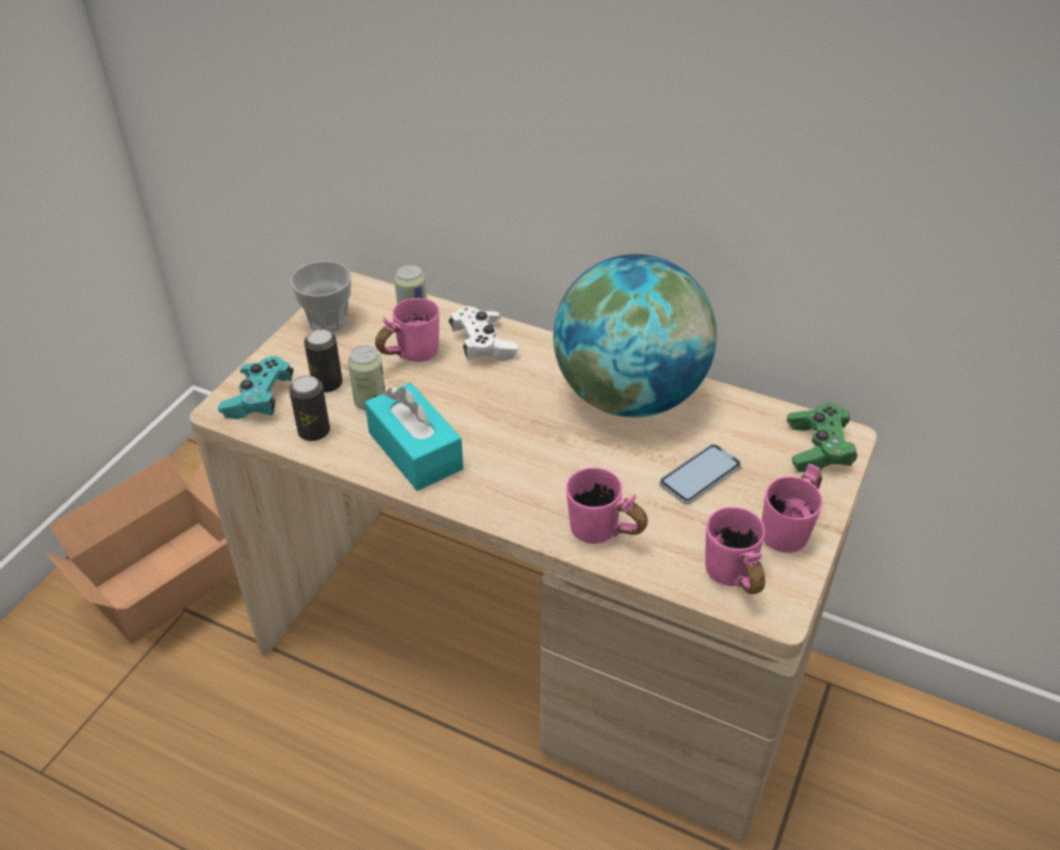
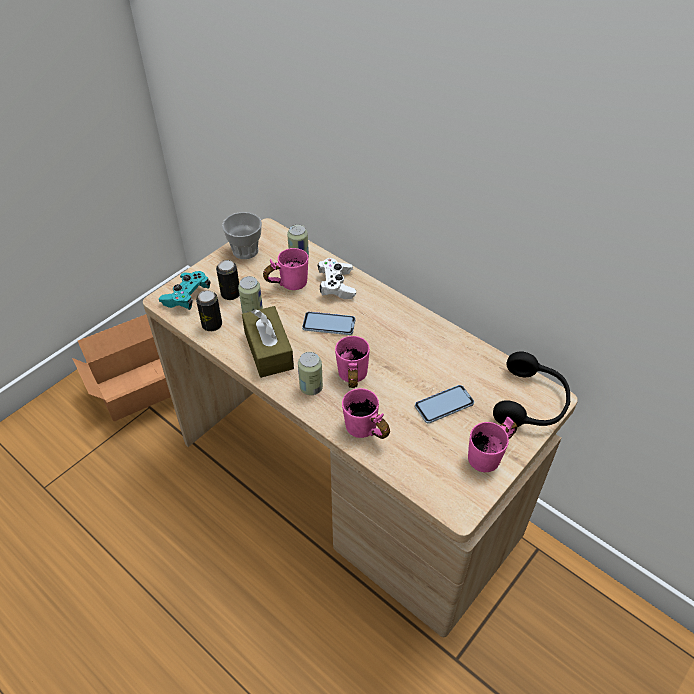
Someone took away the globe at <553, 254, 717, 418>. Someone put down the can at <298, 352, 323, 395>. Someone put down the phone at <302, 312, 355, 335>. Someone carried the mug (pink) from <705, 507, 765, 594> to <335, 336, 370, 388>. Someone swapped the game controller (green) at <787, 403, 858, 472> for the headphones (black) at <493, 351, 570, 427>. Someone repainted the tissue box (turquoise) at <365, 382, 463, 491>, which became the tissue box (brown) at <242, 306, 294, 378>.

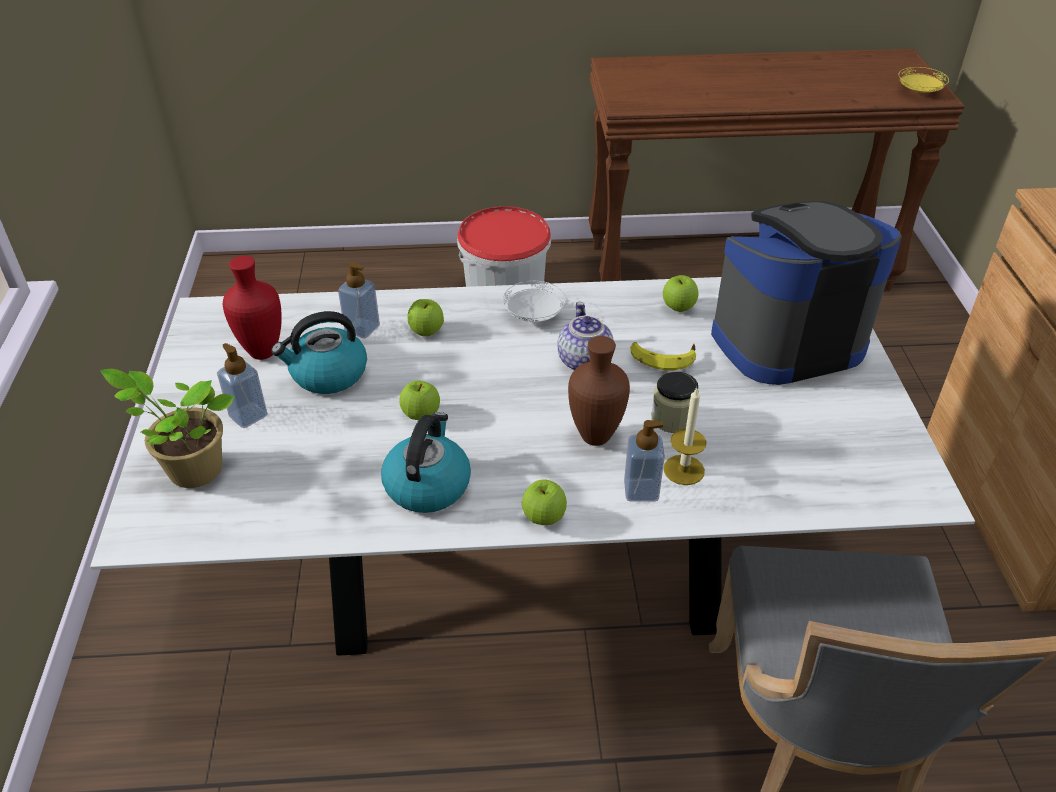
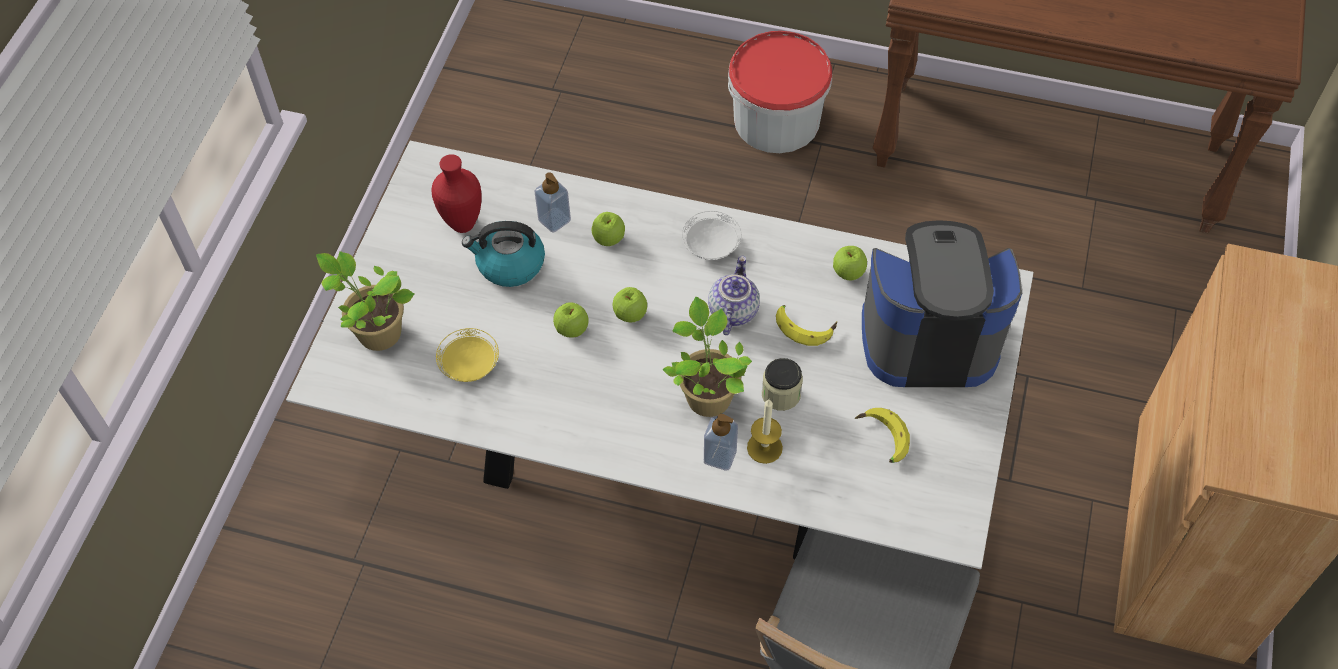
Someone took away the soap dispenser at <217, 343, 268, 428>. Someone took away the kettle at <381, 412, 471, 513>. Someone put down the banana at <855, 408, 910, 463>. Someone carried the apple from <522, 479, 567, 525> to <612, 287, 647, 322>. Someone carried the plate (yellow) from <899, 67, 949, 93> to <436, 328, 499, 382>. Someone swapped the vase (brown) at <568, 336, 630, 446> for the potted plant at <663, 297, 752, 417>.

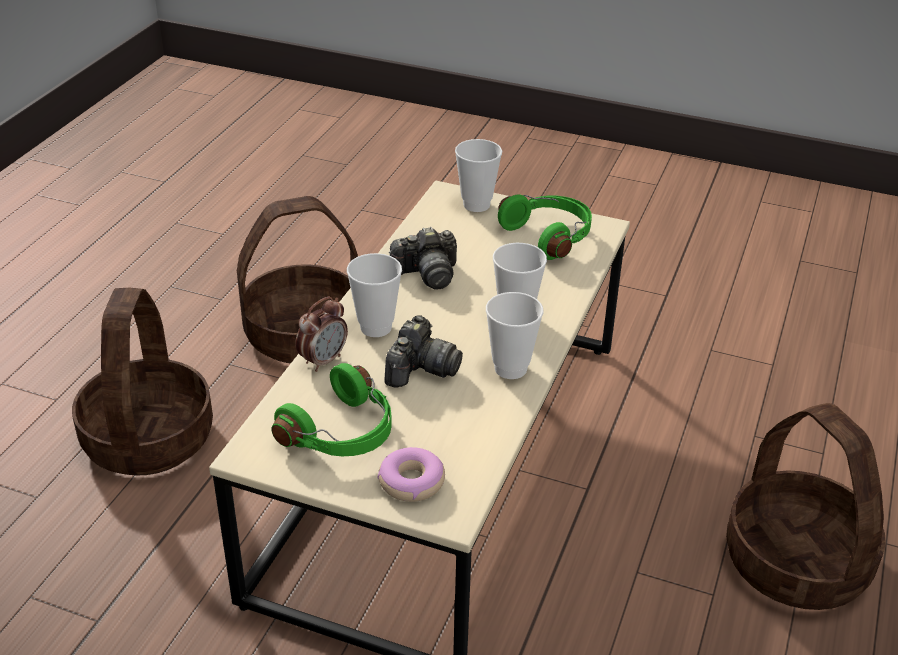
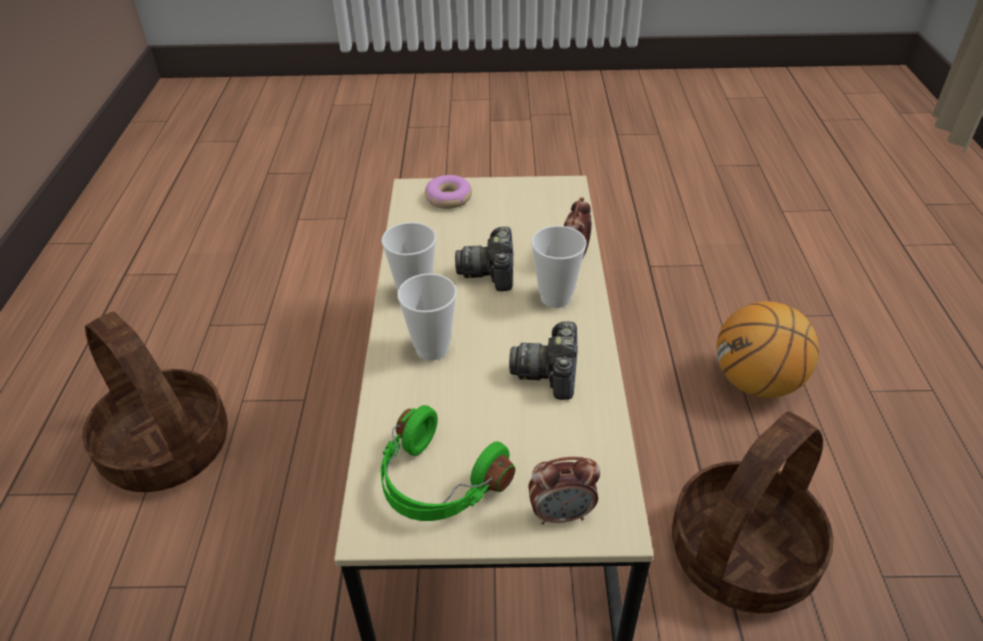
Someone took away the headphones (green) at <271, 363, 392, 456>. Someone swapped the basket at <72, 288, 213, 476> for the basketball at <717, 301, 819, 398>. Someone swapped the cup at <455, 139, 502, 212> for the alarm clock at <528, 457, 600, 525>. Someone rotated the photo camera at <389, 227, 457, 290> by 45 degrees counterclockwise.

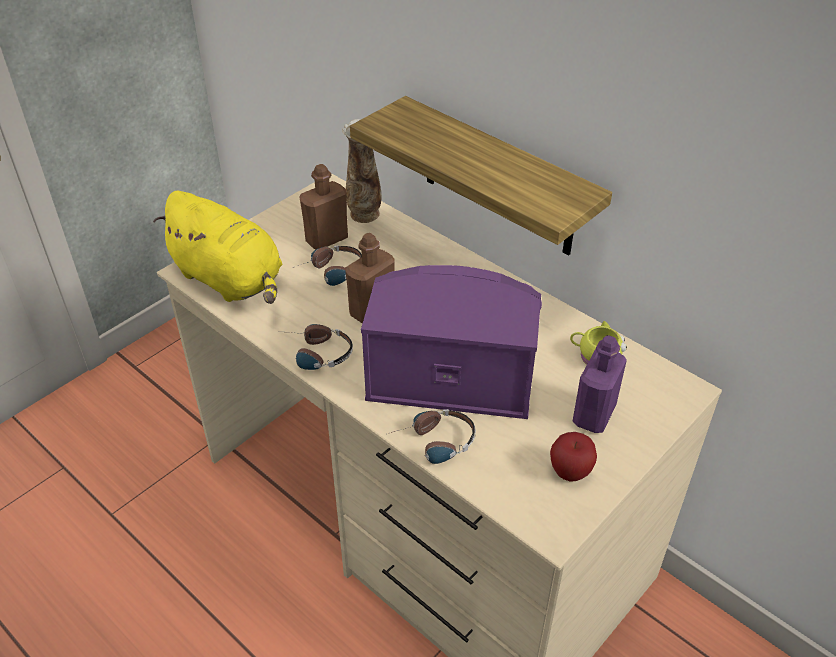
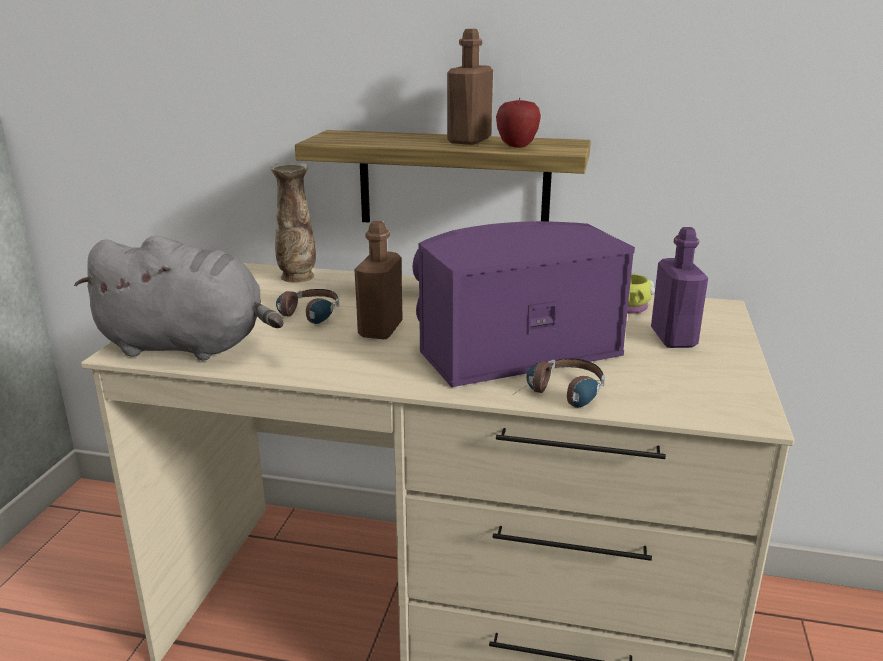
Someone took away the headphones at <290, 324, 353, 370>. Someone carried the bottle (brown) from <300, 164, 348, 249> to <447, 29, 493, 145>. Someone carried the apple from <550, 432, 597, 482> to <496, 97, 541, 148>. Someone repainted the plush toy (yellow) at <153, 191, 282, 304>, which became the plush toy (grey) at <74, 236, 283, 360>.

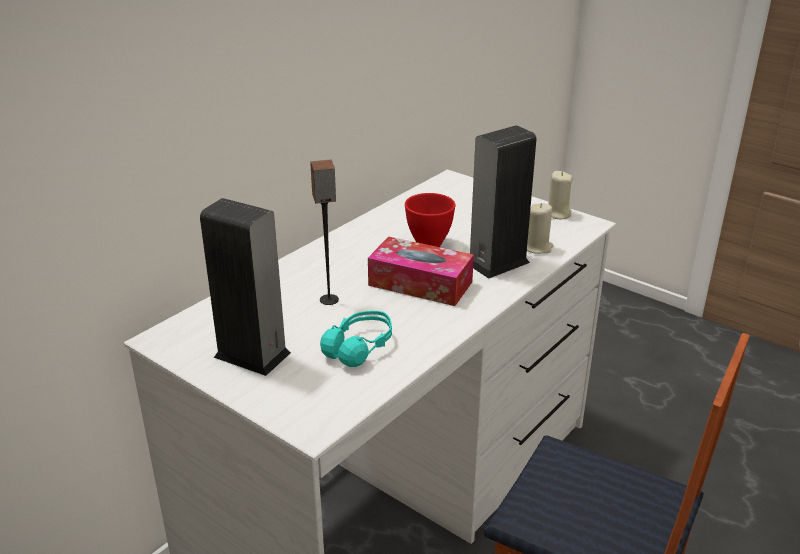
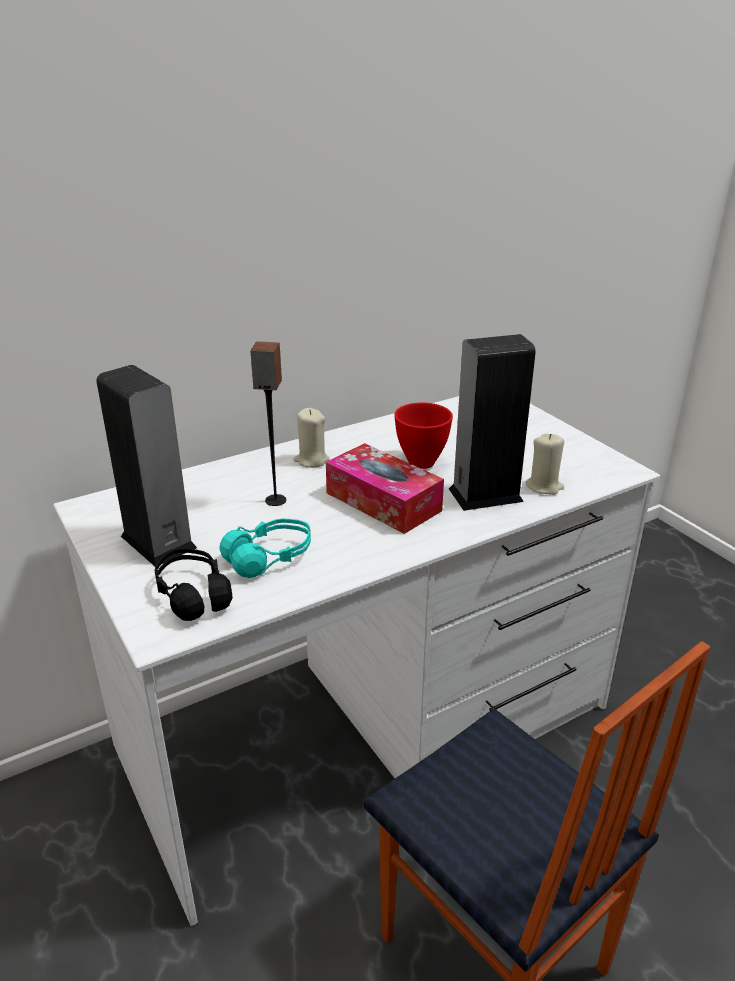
Someone put down the headphones (black) at <155, 548, 232, 621>. Someone carried the candle (beige) from <548, 171, 573, 219> to <293, 408, 330, 468>.

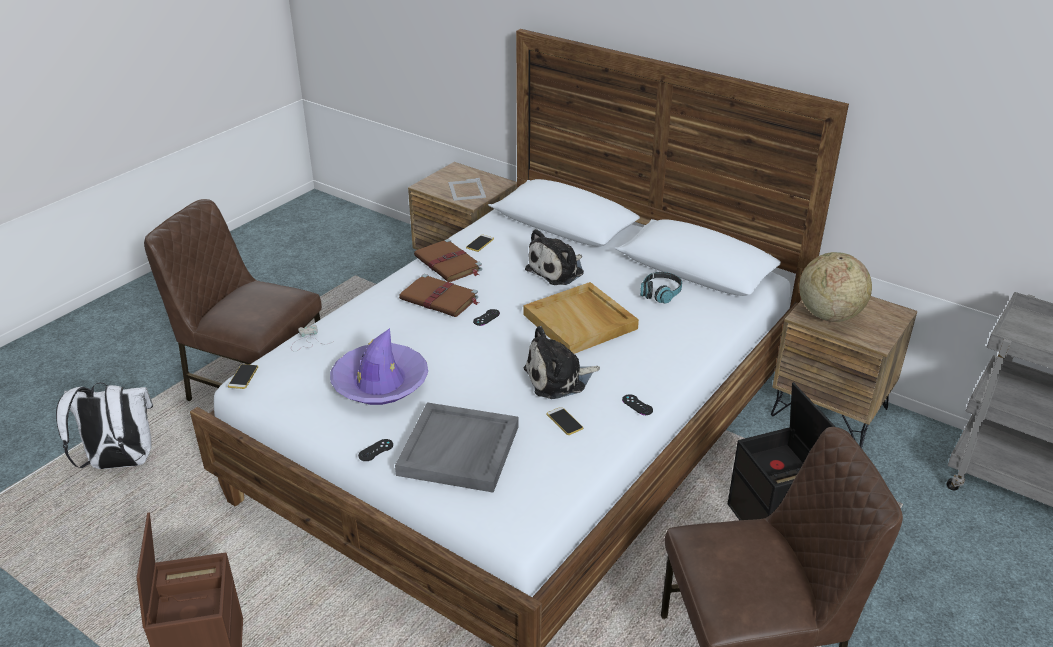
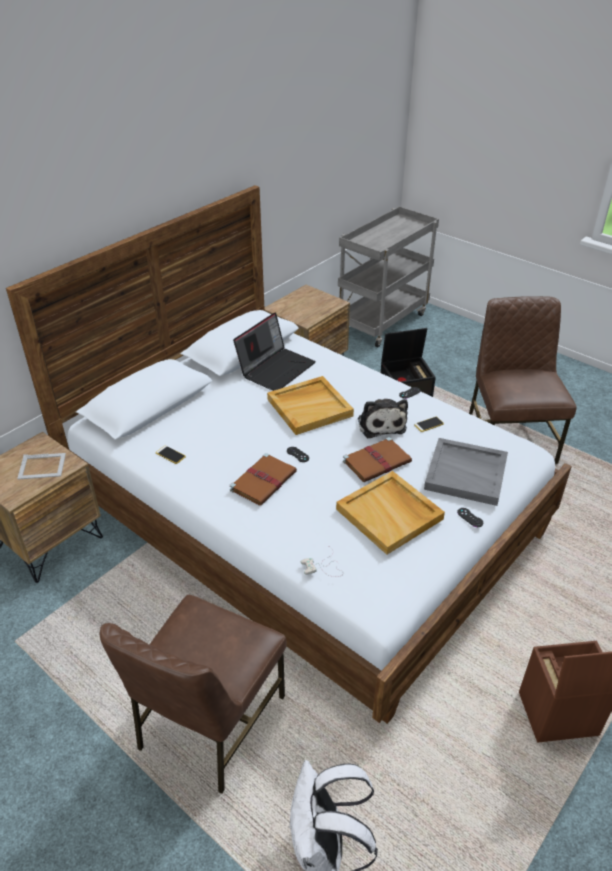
Someone took away the phone at <228, 364, 258, 389>. Someone took away the plush toy at <525, 229, 584, 285>. Someone took away the globe at <799, 252, 872, 322>. Someone carried the book (brown) from <414, 239, 482, 282> to <343, 437, 412, 482>. Someone swapped the hat (purple) at <330, 328, 428, 405> for the tray (beige) at <336, 471, 445, 555>. Someone swapped the headphones at <640, 272, 682, 304> for the laptop at <233, 312, 316, 391>.

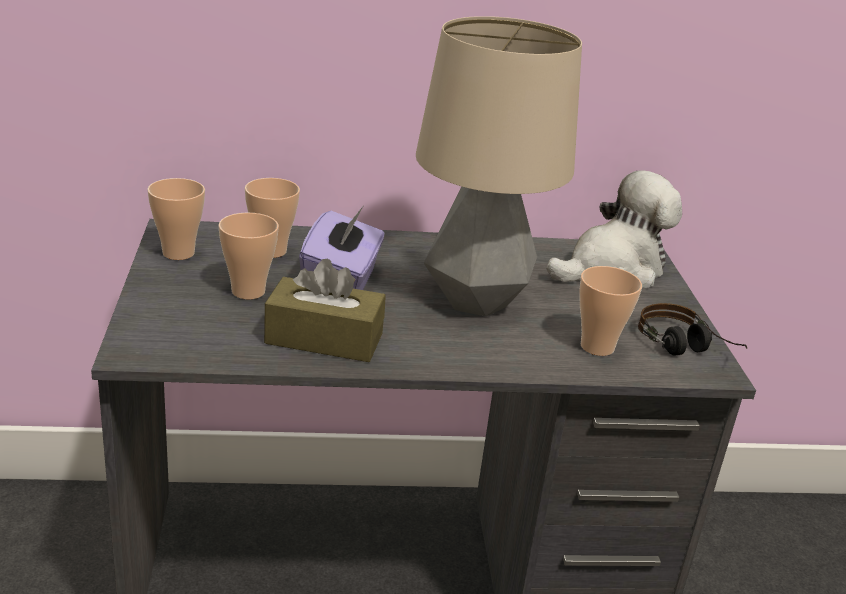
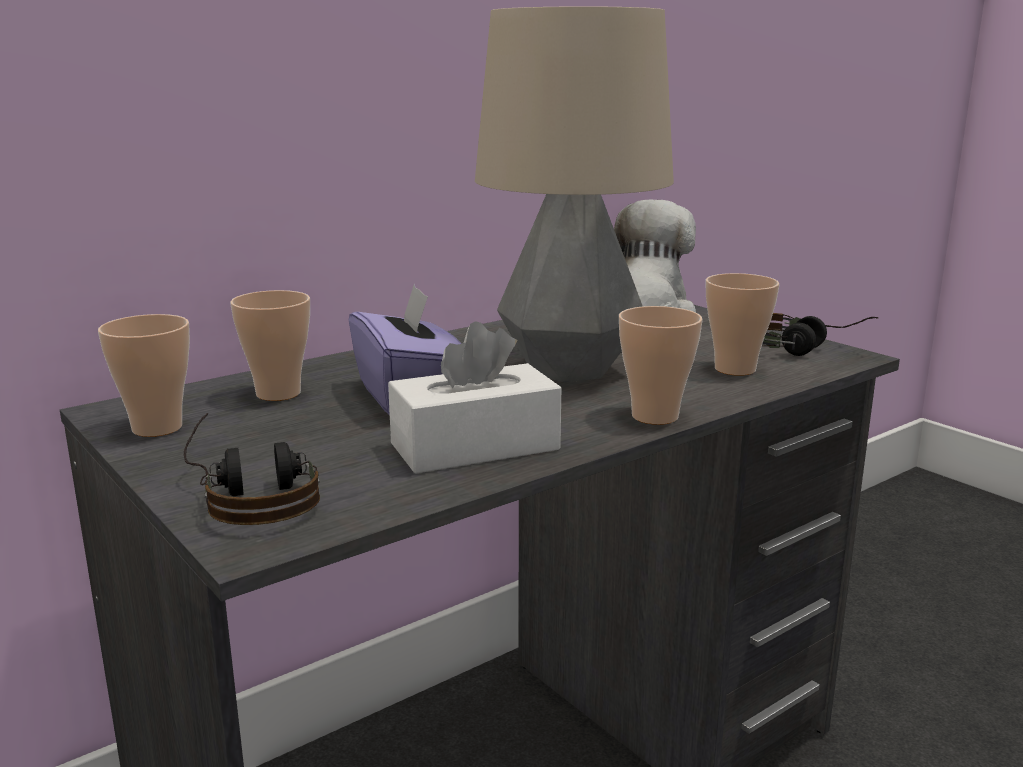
Someone put down the headphones at <184, 413, 320, 525>. Someone carried the cup from <218, 213, 279, 299> to <619, 306, 703, 425>. Someone repainted the tissue box (brown) at <264, 259, 386, 362>, which became the tissue box (white) at <388, 321, 561, 474>.

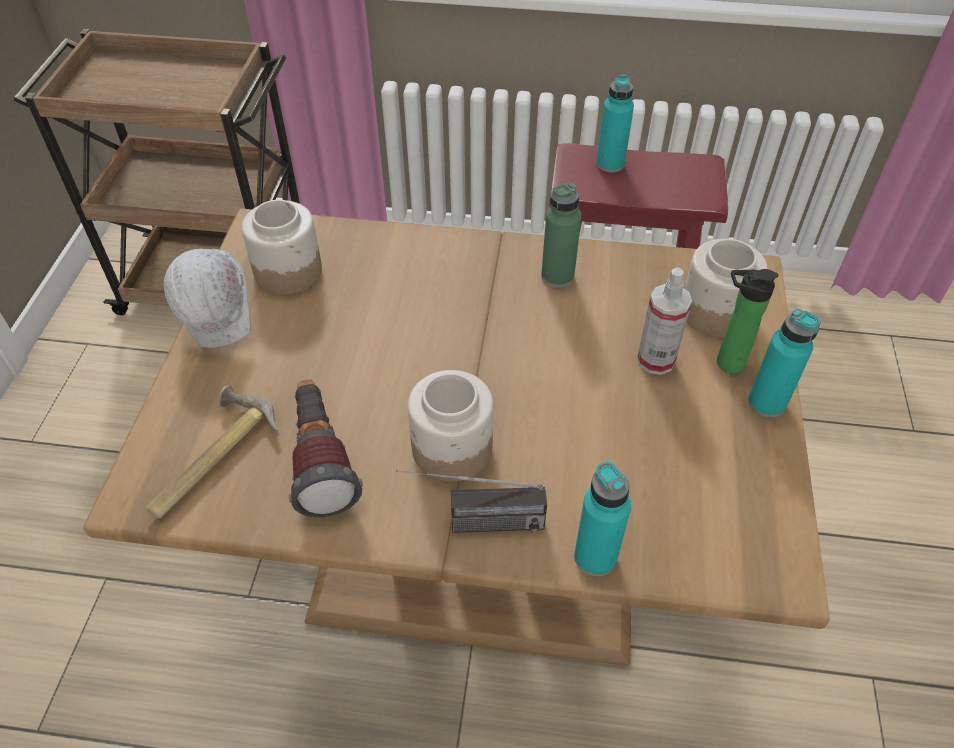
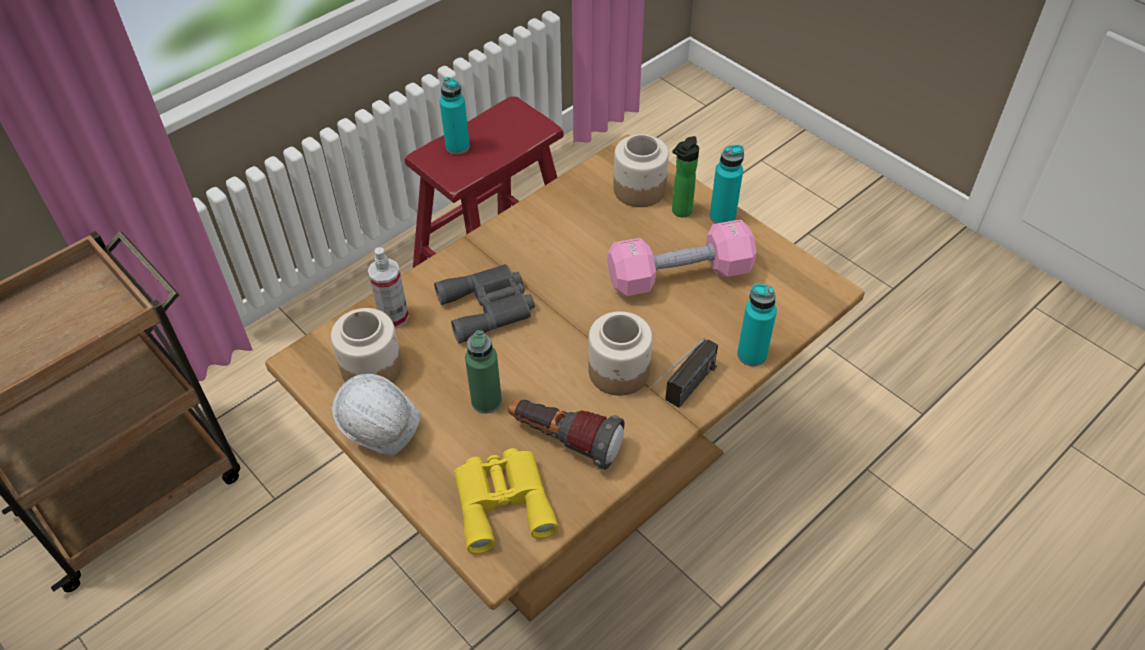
Someone put down the binoculars (grey) at <434, 264, 535, 344>. Someone put down the dumbbell (pink) at <607, 220, 757, 296>. Someone carried the bottle (green) from <541, 182, 581, 288> to <465, 330, 502, 414>. Someone carried the spray bottle from <637, 267, 692, 375> to <368, 247, 409, 328>. Someone swapped the hammer at <146, 385, 279, 519> for the binoculars (yellow) at <454, 448, 558, 554>.

